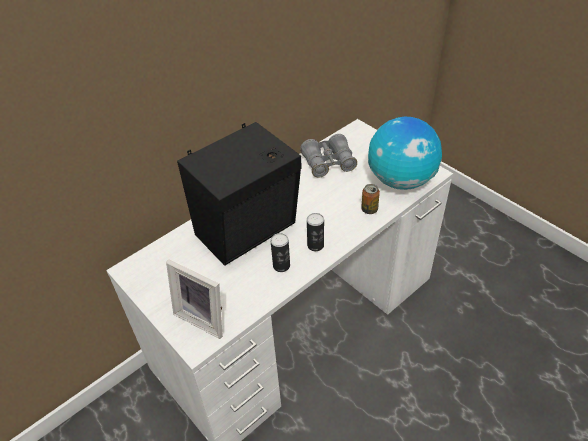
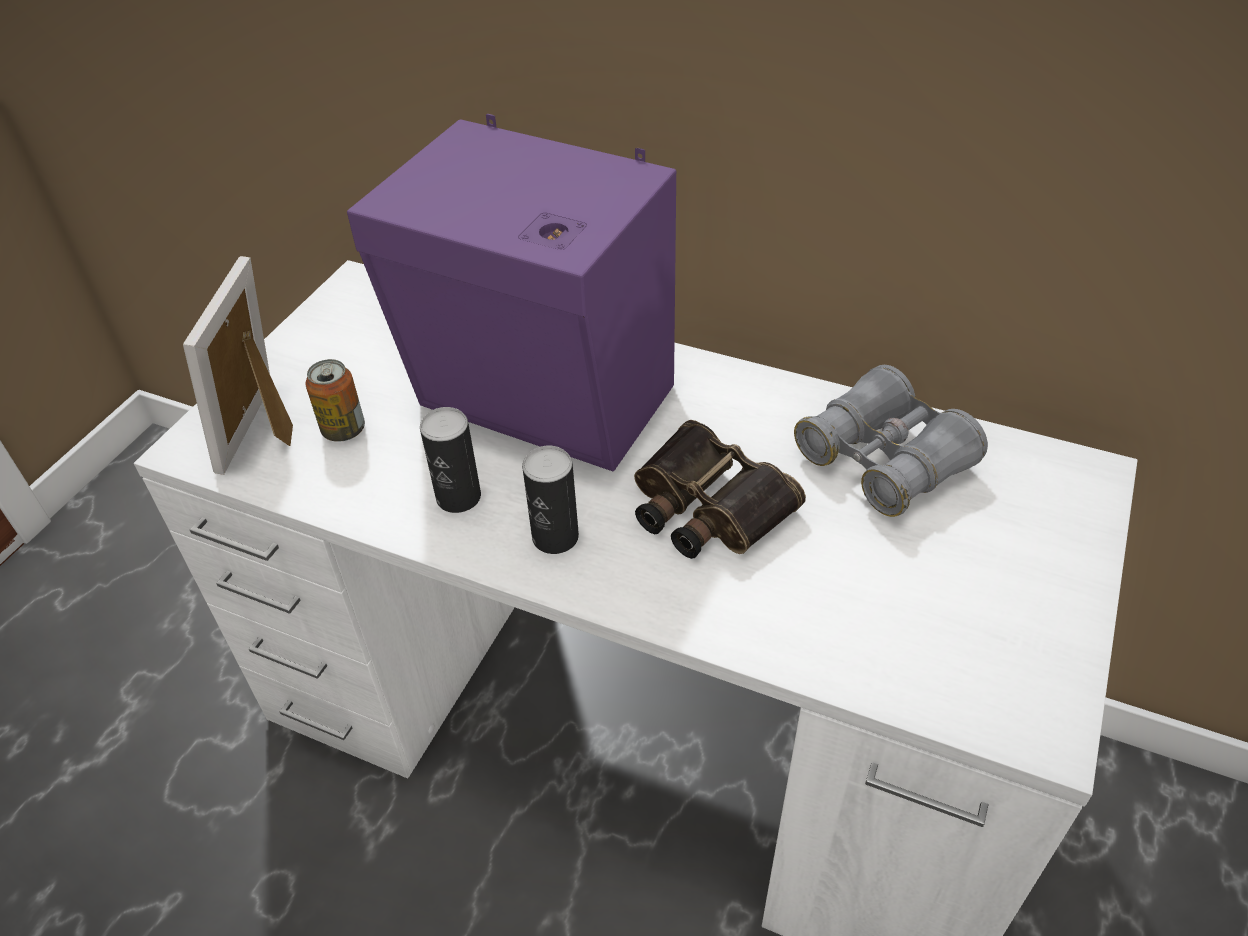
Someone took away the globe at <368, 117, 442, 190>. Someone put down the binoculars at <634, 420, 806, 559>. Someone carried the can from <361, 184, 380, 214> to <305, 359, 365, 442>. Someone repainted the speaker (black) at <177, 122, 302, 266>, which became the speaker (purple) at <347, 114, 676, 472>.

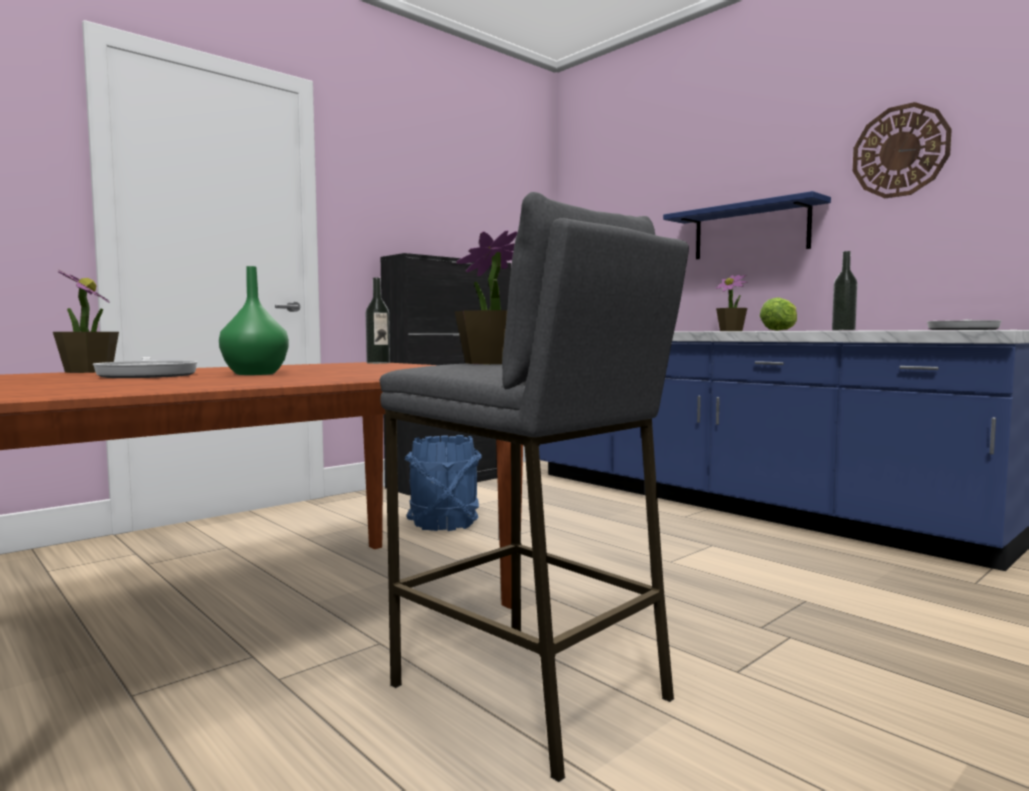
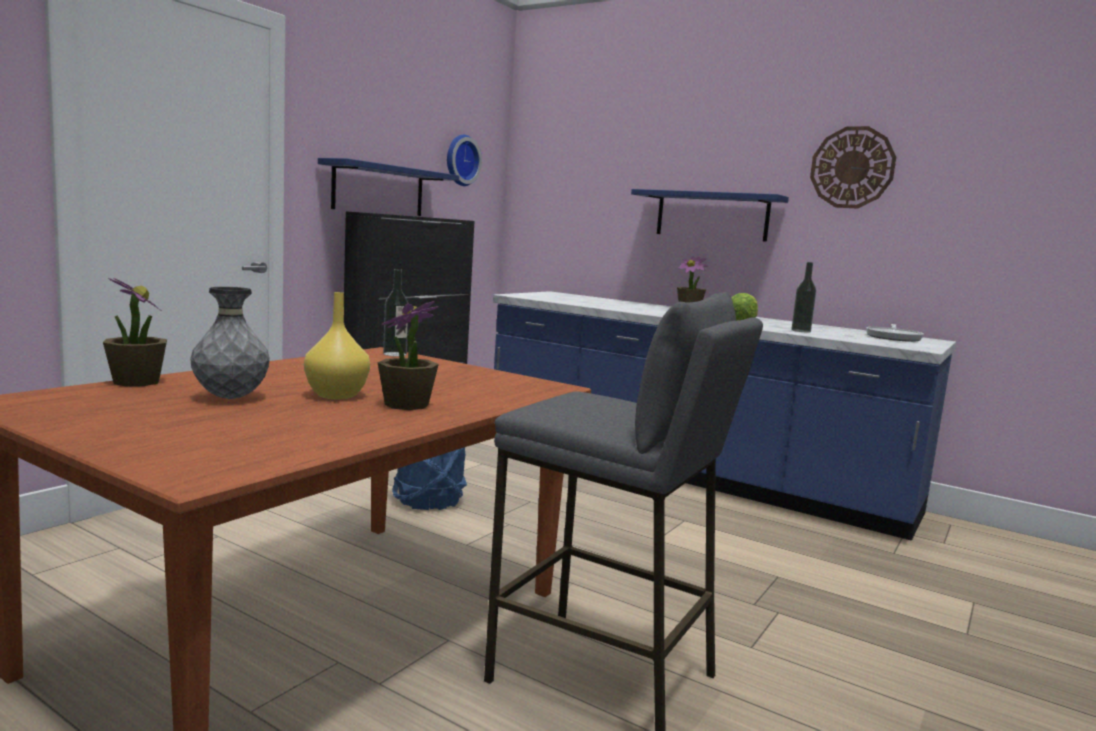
Someone put up the shelf (blue) at <318, 158, 459, 216>. Someone put up the wall clock at <447, 135, 482, 186>. Someone carried the potted plant from <455, 230, 517, 364> to <377, 301, 439, 410>. Someone swapped the frying pan at <93, 357, 198, 378> for the vase (grey) at <190, 287, 270, 399>. Someone repainted the vase (green) at <219, 266, 289, 375>, which became the vase (yellow) at <304, 292, 370, 399>.

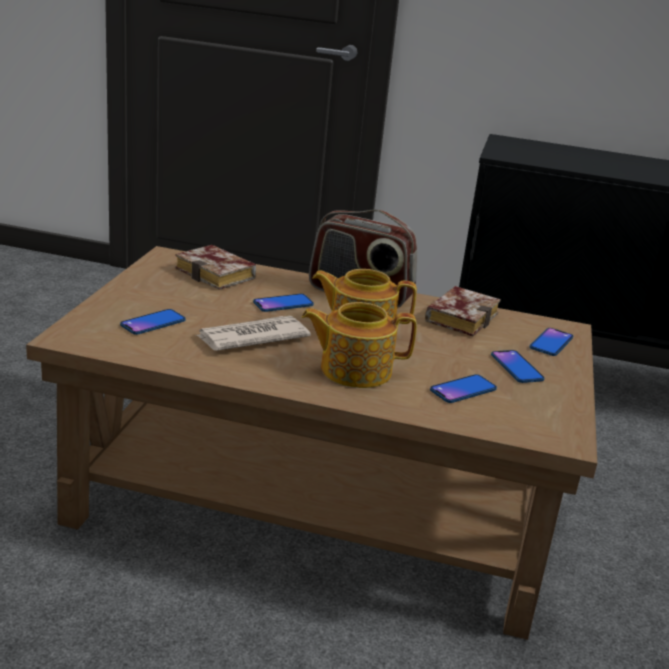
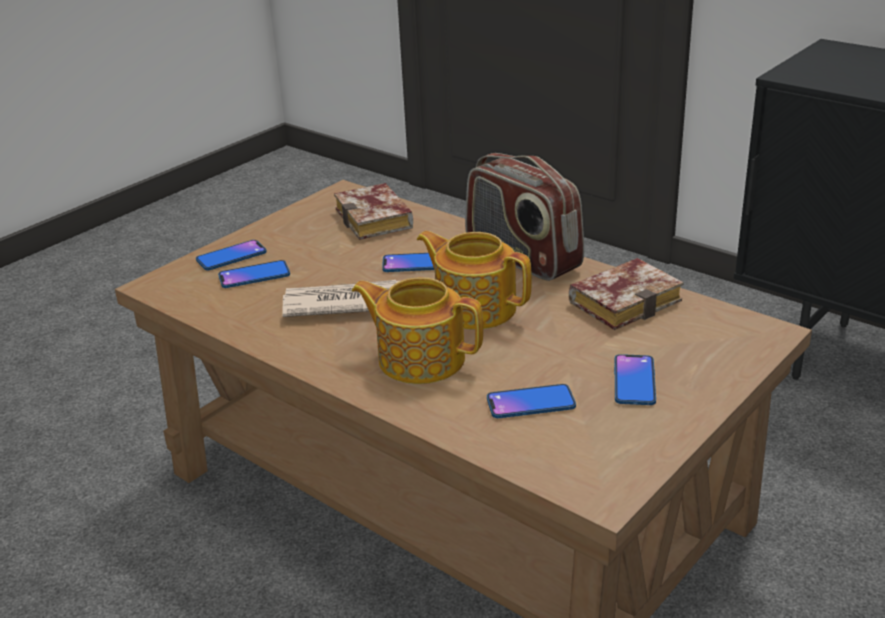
Someone carried the phone from <530, 328, 573, 356> to <196, 240, 267, 270>.

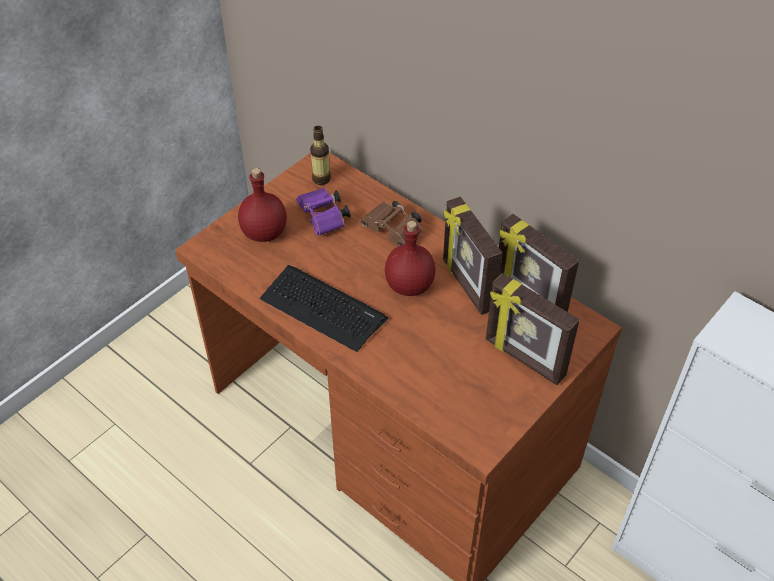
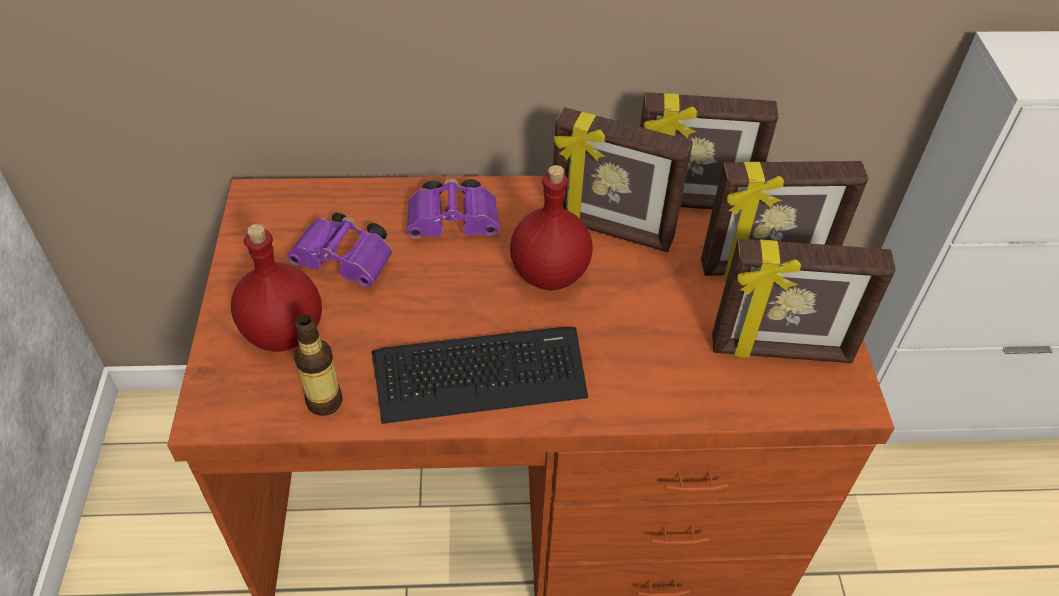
Someone put down the picture frame at <712, 239, 896, 363>. Someone carried the bottle from <310, 126, 331, 185> to <294, 314, 343, 416>. Someone repainted the binoculars (brown) at <361, 201, 422, 247>, which became the binoculars (purple) at <407, 179, 500, 239>.

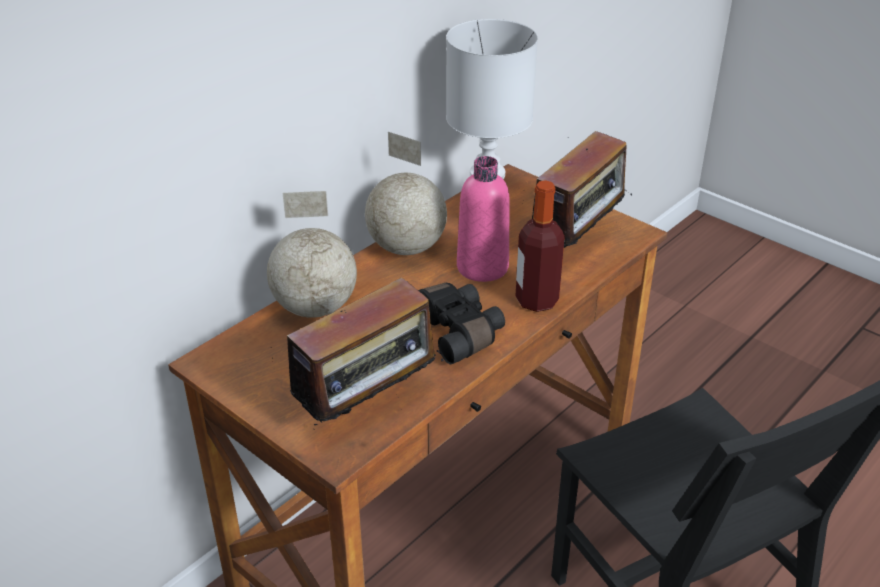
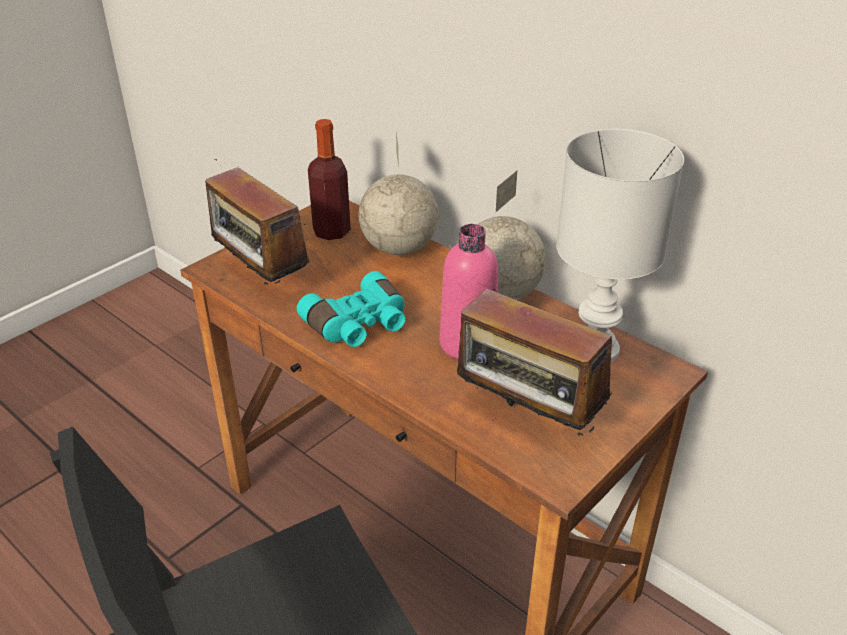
Someone carried the bottle from <515, 180, 565, 312> to <308, 119, 351, 240>. Someone repainted the binoculars (black) at <418, 283, 505, 364>, which became the binoculars (turquoise) at <297, 271, 405, 347>.

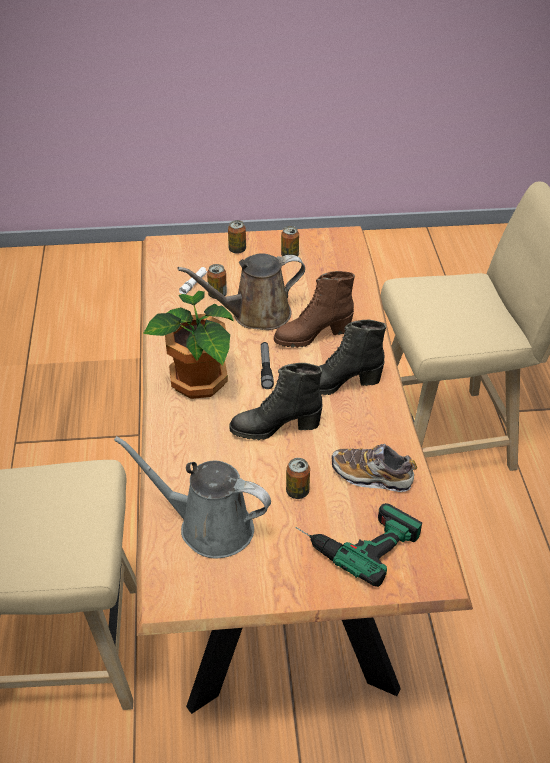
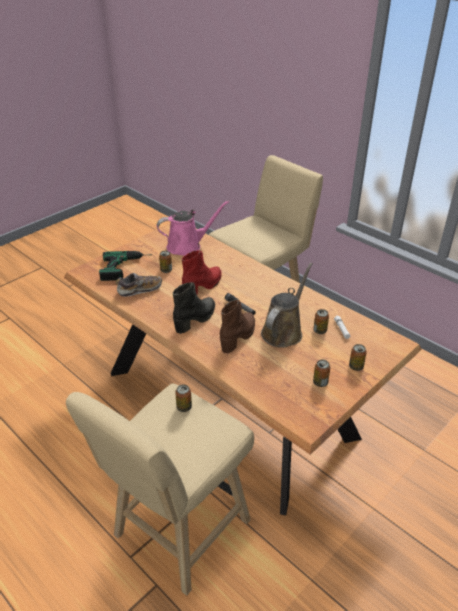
Someone took away the potted plant at <143, 291, 233, 399>. Someone put down the can at <175, 384, 192, 412>. Someone repainted the watering can (grey) at <114, 436, 271, 558>, which became the watering can (pink) at <157, 201, 229, 256>. Someone repainted the boot (black) at <230, 363, 323, 440>, which became the boot (red) at <182, 250, 222, 295>.

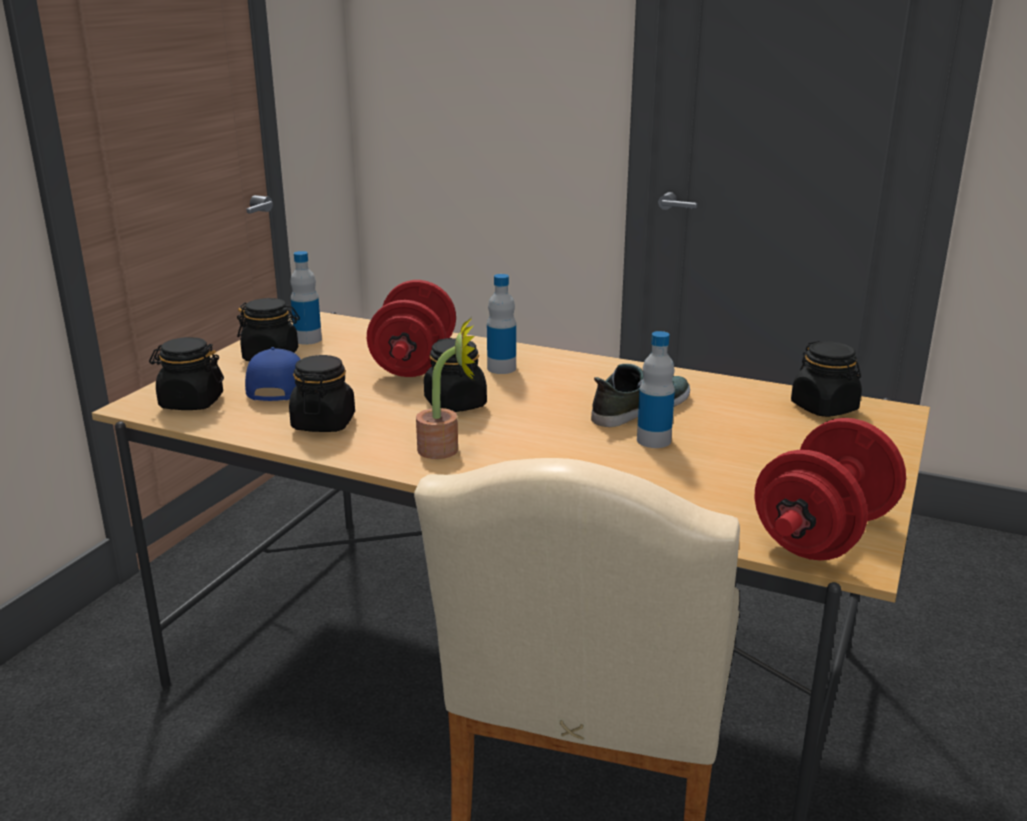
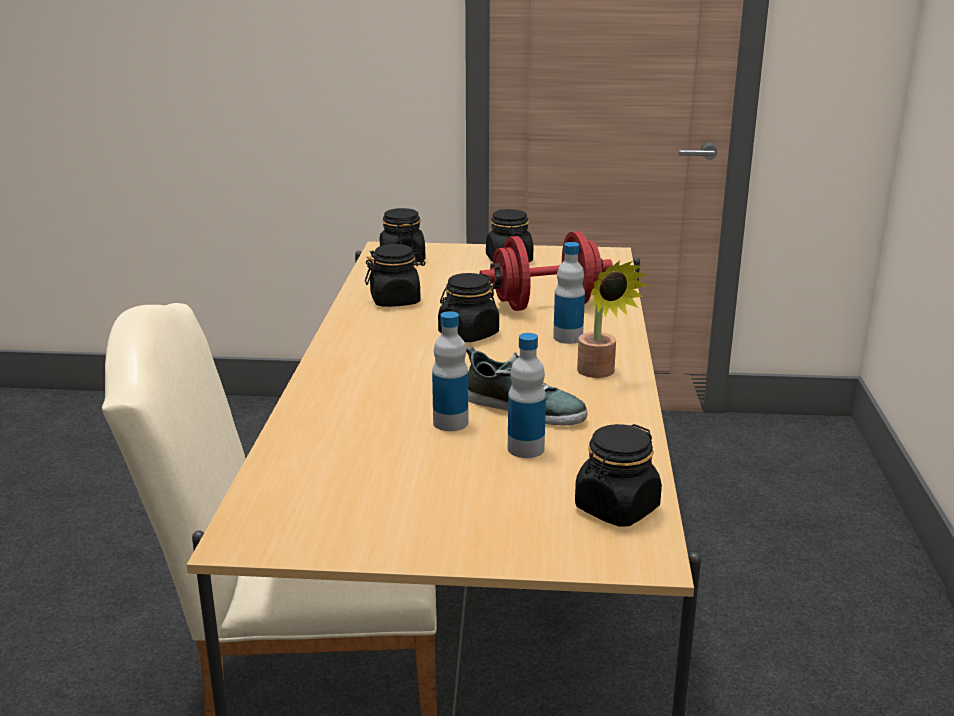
Someone took away the cap (blue) at <245, 347, 301, 401>. Someone took away the dumbbell (red) at <755, 418, 906, 560>. Someone carried the bottle from <290, 251, 322, 345> to <508, 333, 546, 458>. Someone carried the potted plant from <416, 319, 475, 459> to <577, 261, 648, 378>.

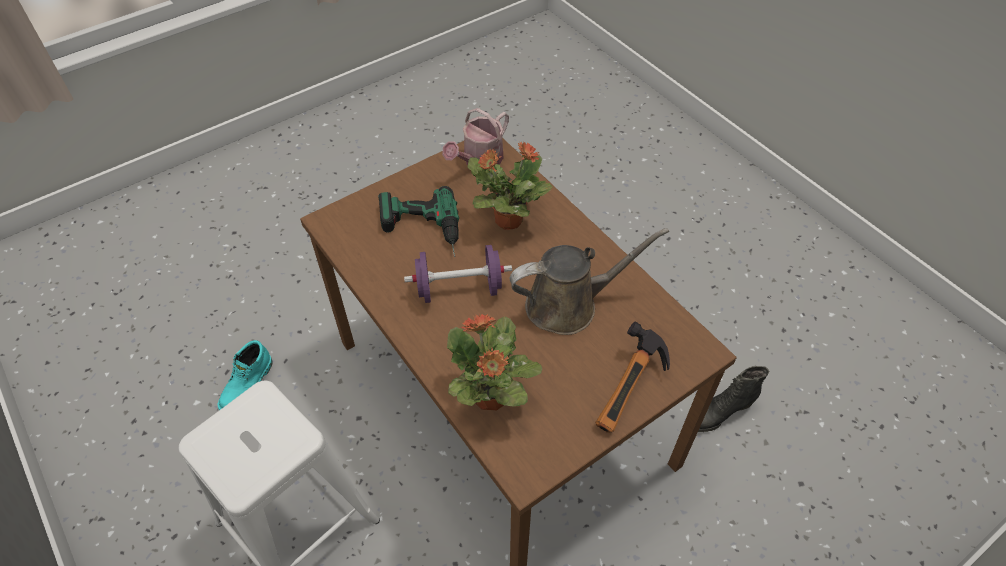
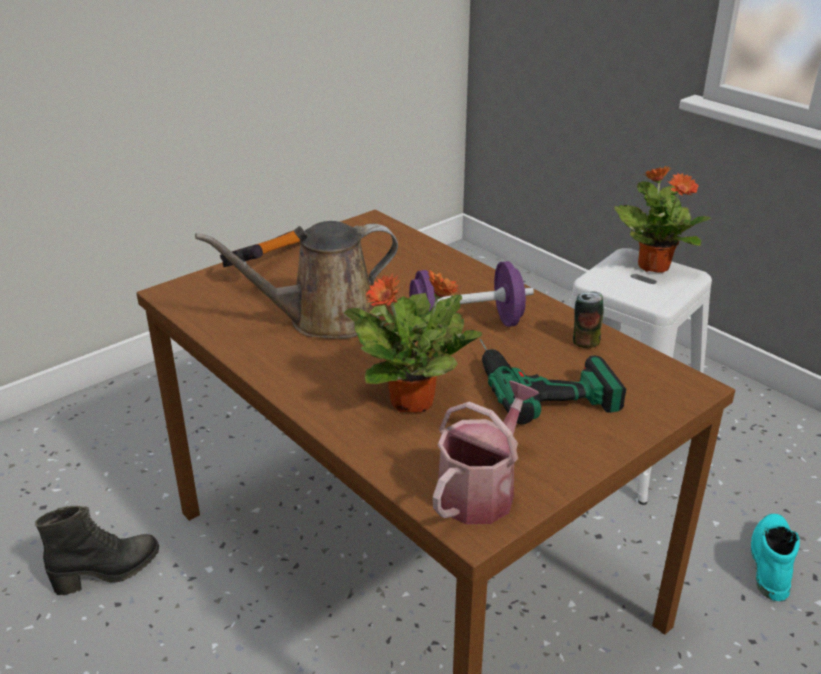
Someone put down the can at <573, 291, 604, 348>. Someone carried the potted plant from <447, 313, 542, 410> to <614, 166, 711, 273>.

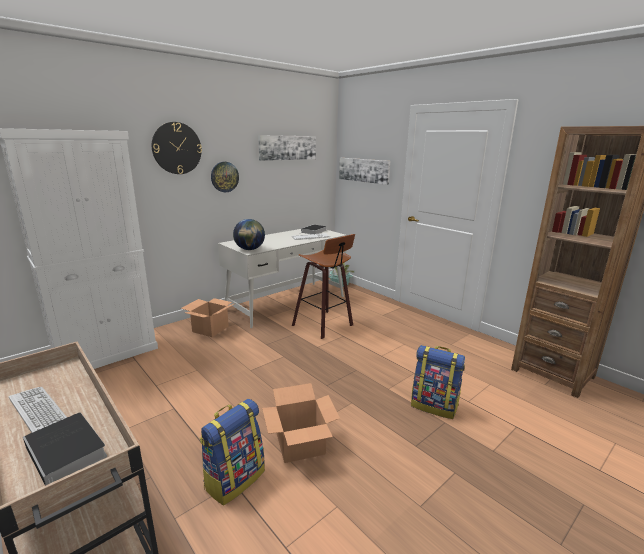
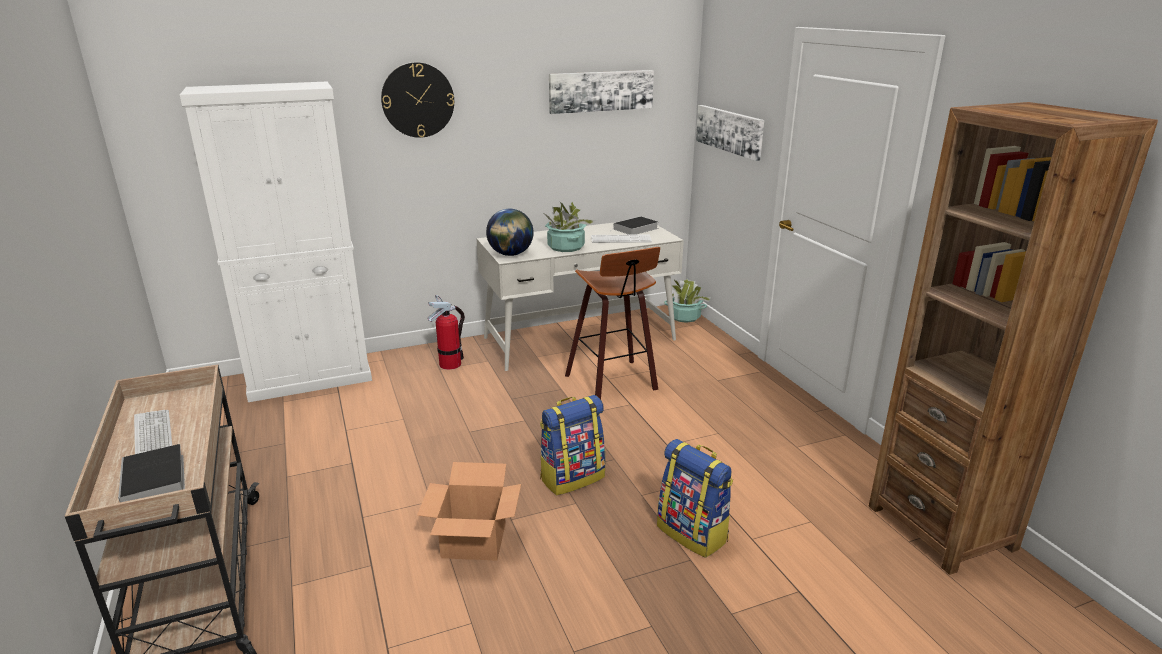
Someone took away the wall clock at <211, 162, 239, 192>. Someone put down the potted plant at <545, 201, 596, 252>. Someone carried the backpack from <200, 399, 265, 506> to <540, 395, 605, 495>. Someone swapped the cardboard box at <181, 298, 236, 337> for the fire extinguisher at <428, 295, 465, 370>.

